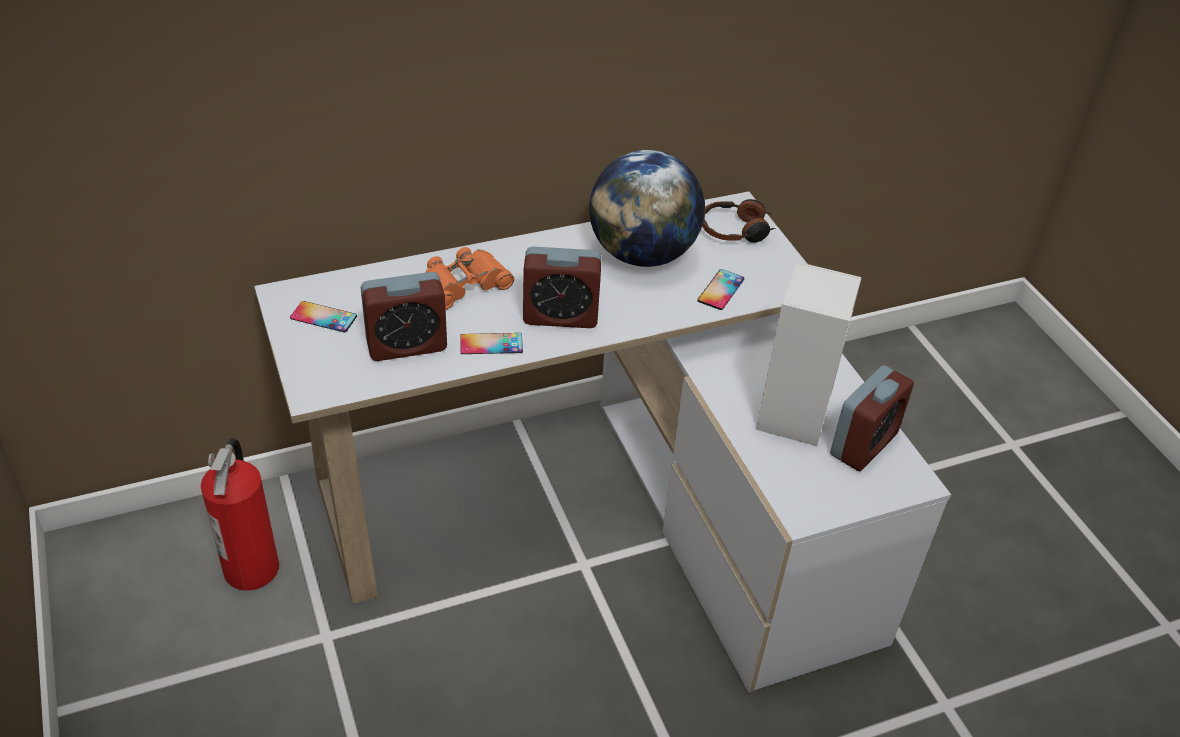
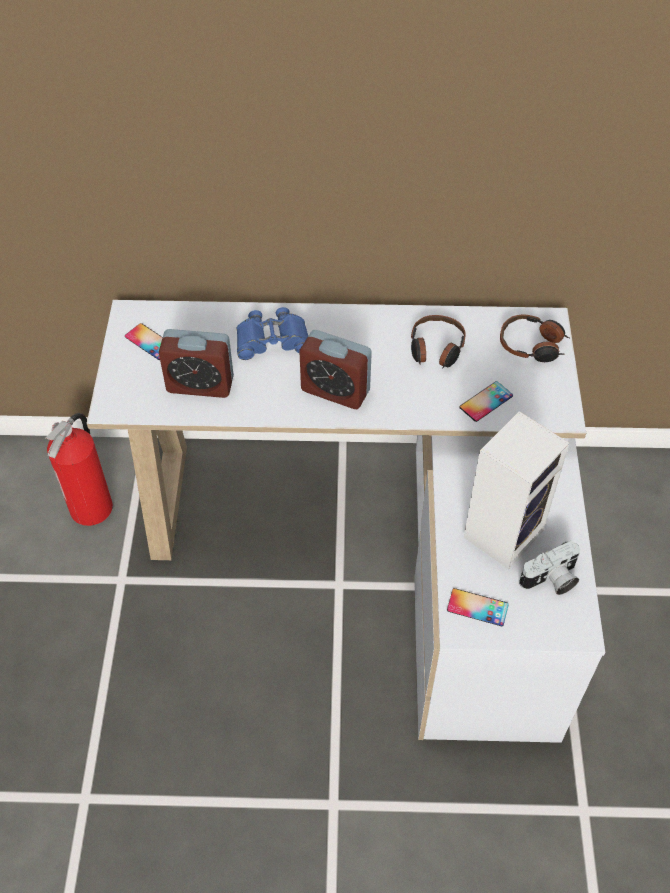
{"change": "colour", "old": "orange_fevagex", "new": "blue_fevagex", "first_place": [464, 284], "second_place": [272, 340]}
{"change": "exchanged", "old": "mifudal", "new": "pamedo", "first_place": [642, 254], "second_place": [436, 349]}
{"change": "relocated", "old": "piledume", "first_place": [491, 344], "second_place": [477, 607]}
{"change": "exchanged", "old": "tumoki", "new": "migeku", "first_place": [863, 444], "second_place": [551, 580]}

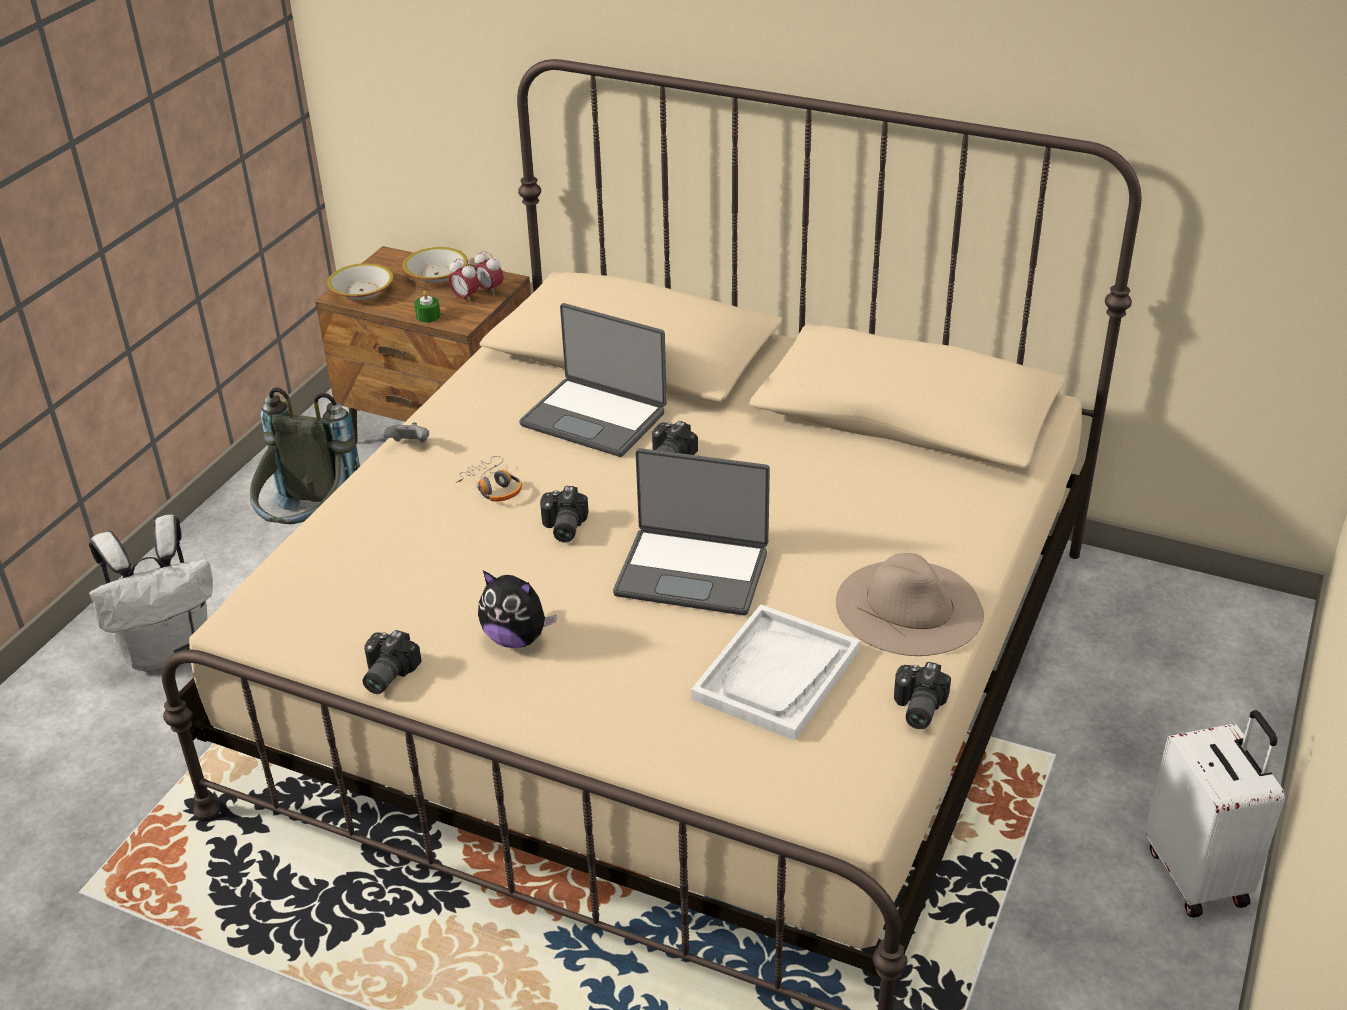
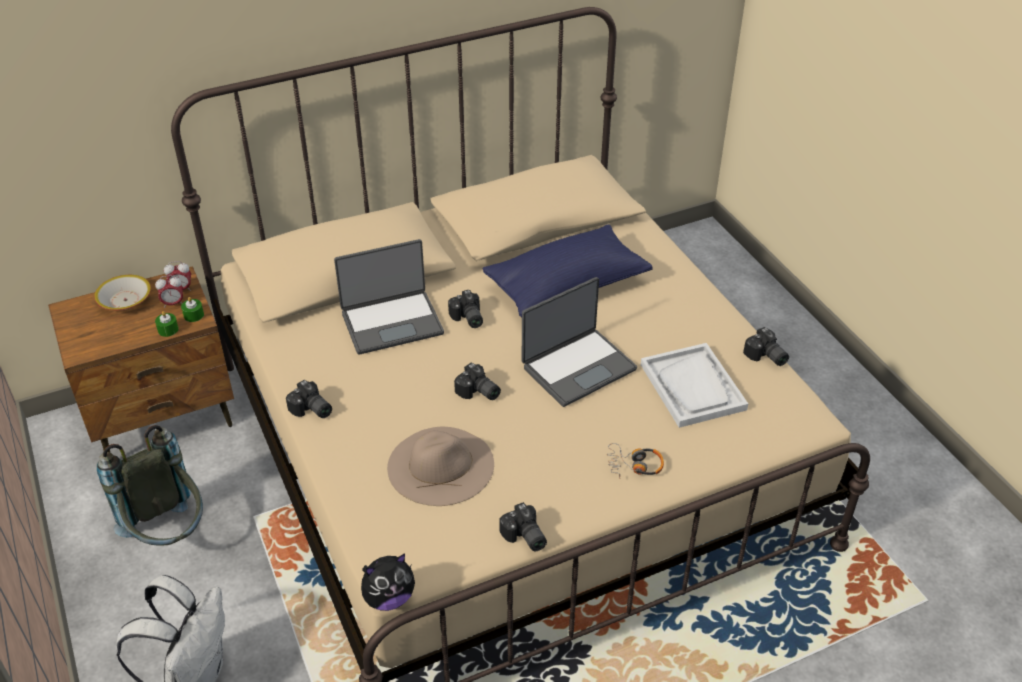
{"change": "appeared", "new": "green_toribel", "second_place": [193, 315]}
{"change": "exchanged", "old": "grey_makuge", "new": "migeku", "first_place": [409, 445], "second_place": [311, 410]}
{"change": "relocated", "old": "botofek", "first_place": [516, 638], "second_place": [388, 598]}
{"change": "relocated", "old": "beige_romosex", "first_place": [909, 607], "second_place": [440, 465]}
{"change": "appeared", "new": "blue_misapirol", "second_place": [566, 286]}
{"change": "relocated", "old": "pamedo", "first_place": [492, 487], "second_place": [634, 466]}
{"change": "missing", "old": "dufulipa", "first_place": [361, 291]}
{"change": "missing", "old": "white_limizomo", "first_place": [1199, 875]}

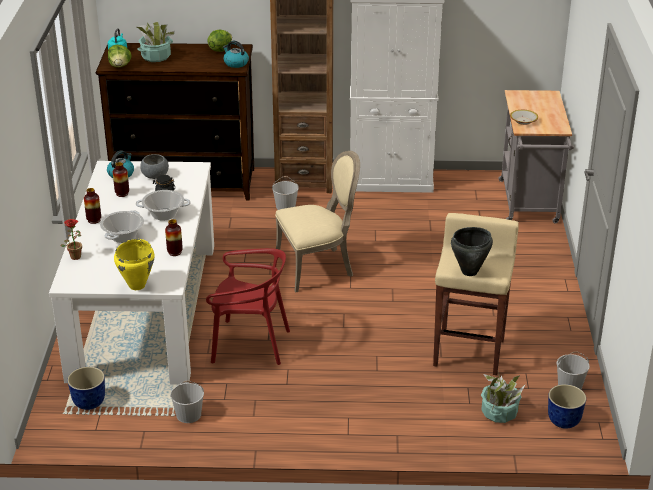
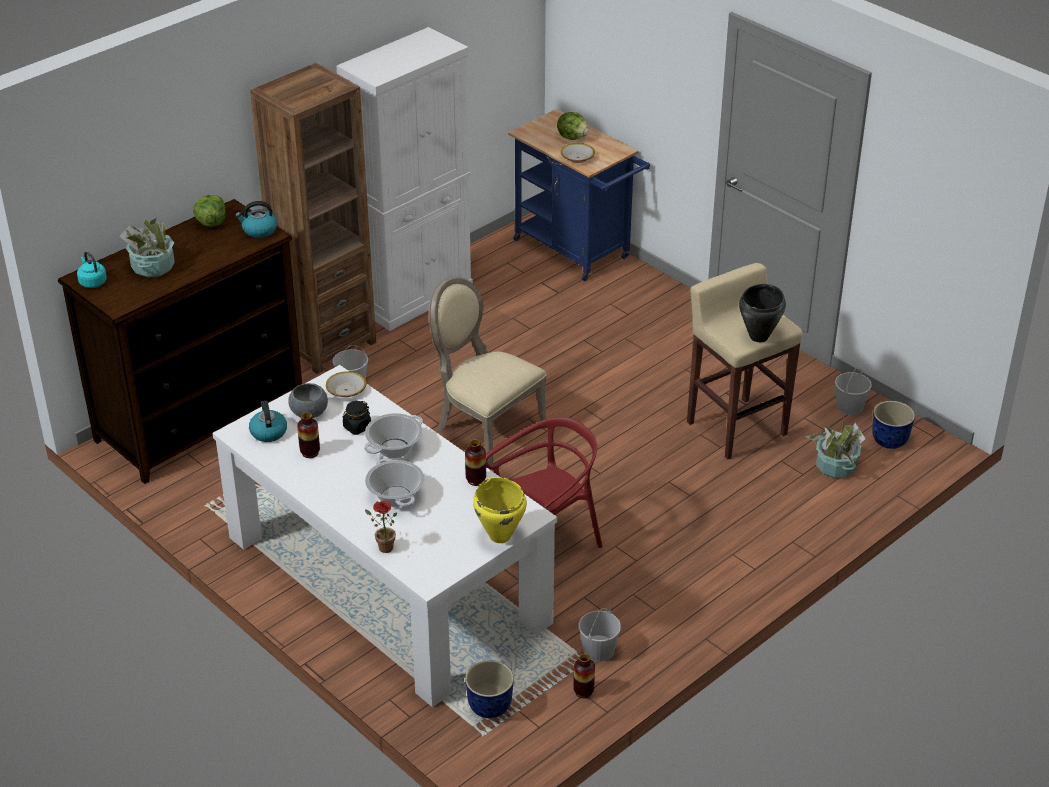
{"change": "appeared", "new": "dufulipa", "second_place": [346, 390]}
{"change": "spun", "old": "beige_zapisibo", "first_place": [318, 267], "second_place": [485, 429], "degrees": -75}
{"change": "colour", "old": "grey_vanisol", "new": "blue_vanisol", "first_place": [529, 205], "second_place": [577, 252]}
{"change": "relocated", "old": "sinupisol", "first_place": [120, 66], "second_place": [573, 137]}
{"change": "relocated", "old": "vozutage", "first_place": [94, 220], "second_place": [583, 691]}

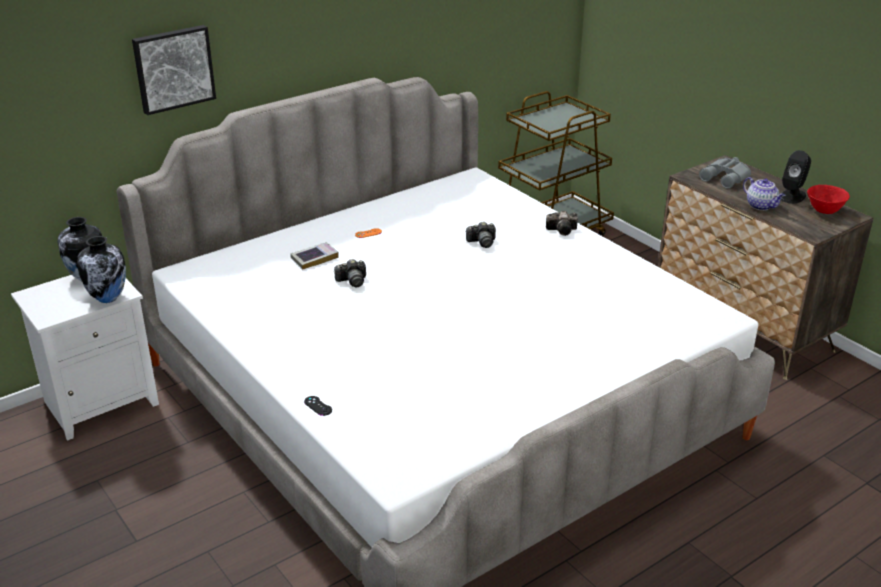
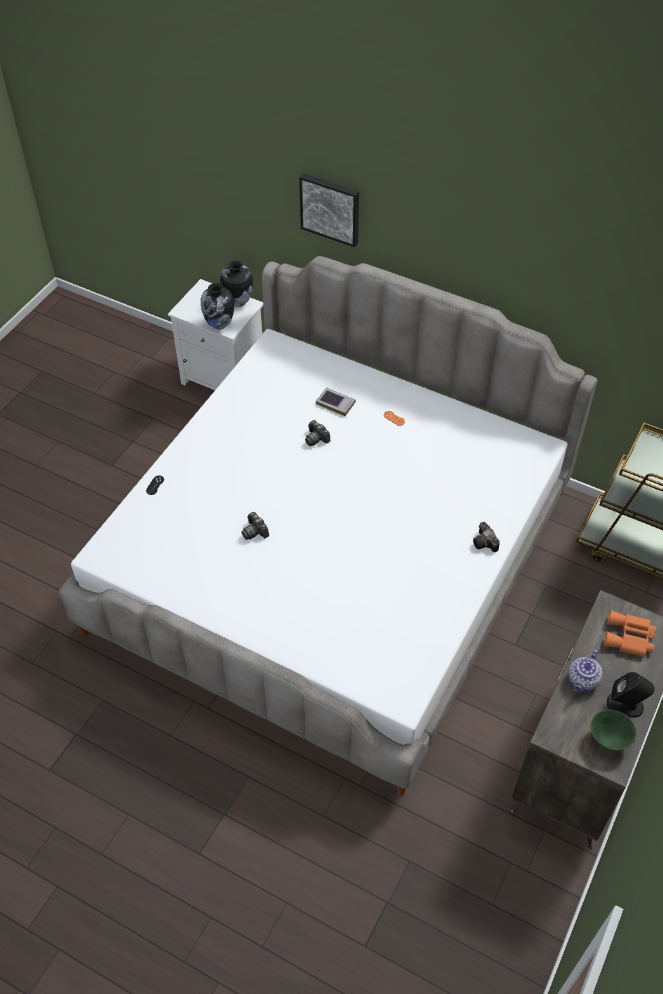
{"change": "relocated", "old": "migeku", "first_place": [482, 242], "second_place": [255, 531]}
{"change": "colour", "old": "red_dufulipa", "new": "green_dufulipa", "first_place": [824, 211], "second_place": [608, 739]}
{"change": "colour", "old": "grey_fevagex", "new": "orange_fevagex", "first_place": [726, 177], "second_place": [629, 638]}

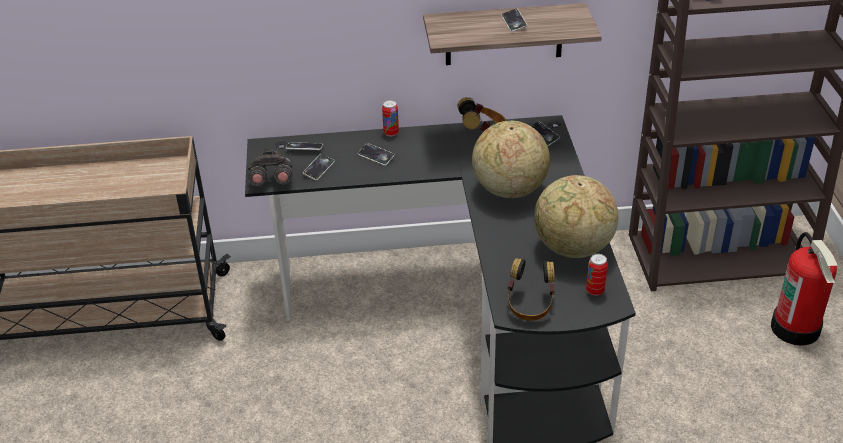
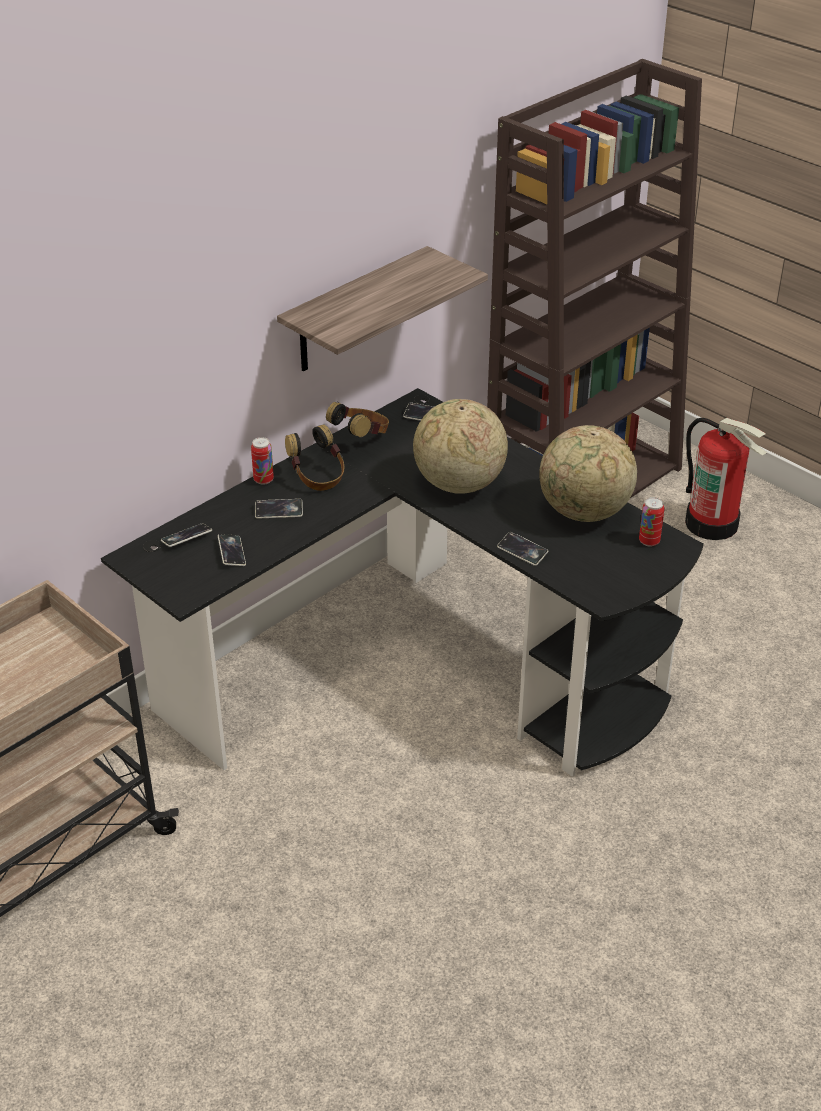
{"change": "relocated", "old": "pamedo", "first_place": [530, 305], "second_place": [317, 477]}
{"change": "relocated", "old": "piledume", "first_place": [514, 22], "second_place": [522, 551]}
{"change": "missing", "old": "grey_fevagex", "first_place": [271, 180]}

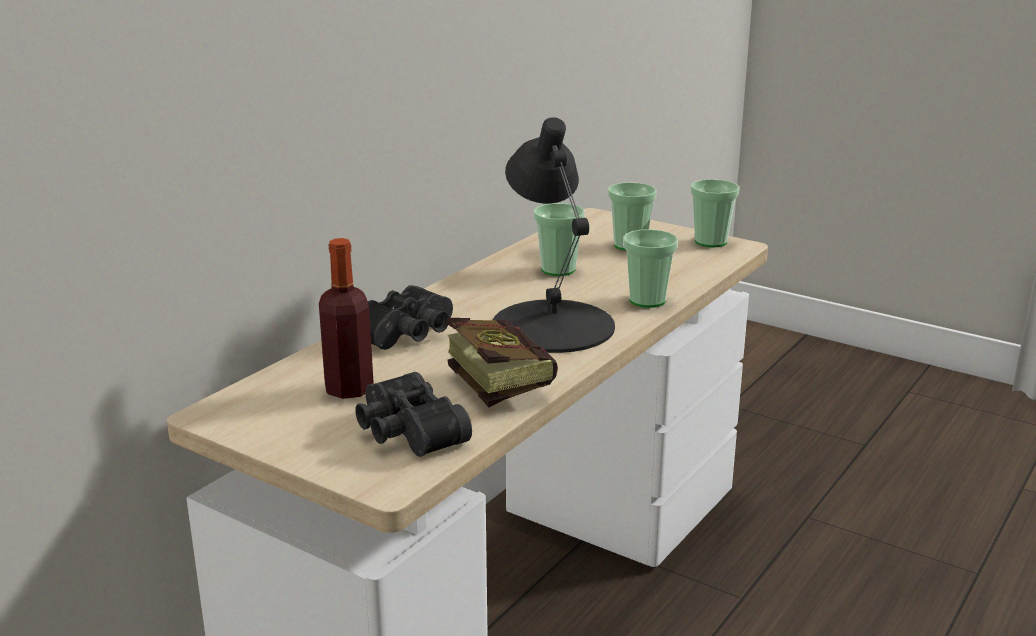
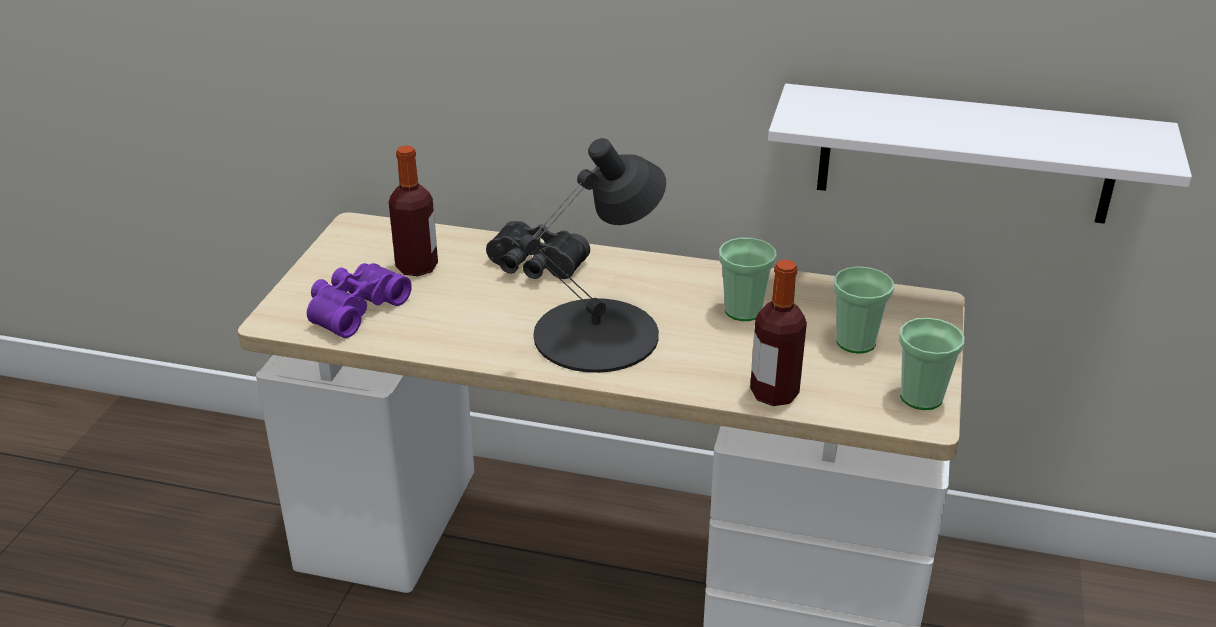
{"change": "colour", "old": "black_fevagex", "new": "purple_fevagex", "first_place": [406, 432], "second_place": [354, 309]}
{"change": "appeared", "new": "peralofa", "second_place": [774, 393]}
{"change": "appeared", "new": "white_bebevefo", "second_place": [966, 154]}
{"change": "missing", "old": "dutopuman", "first_place": [494, 382]}
{"change": "missing", "old": "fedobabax", "first_place": [647, 300]}

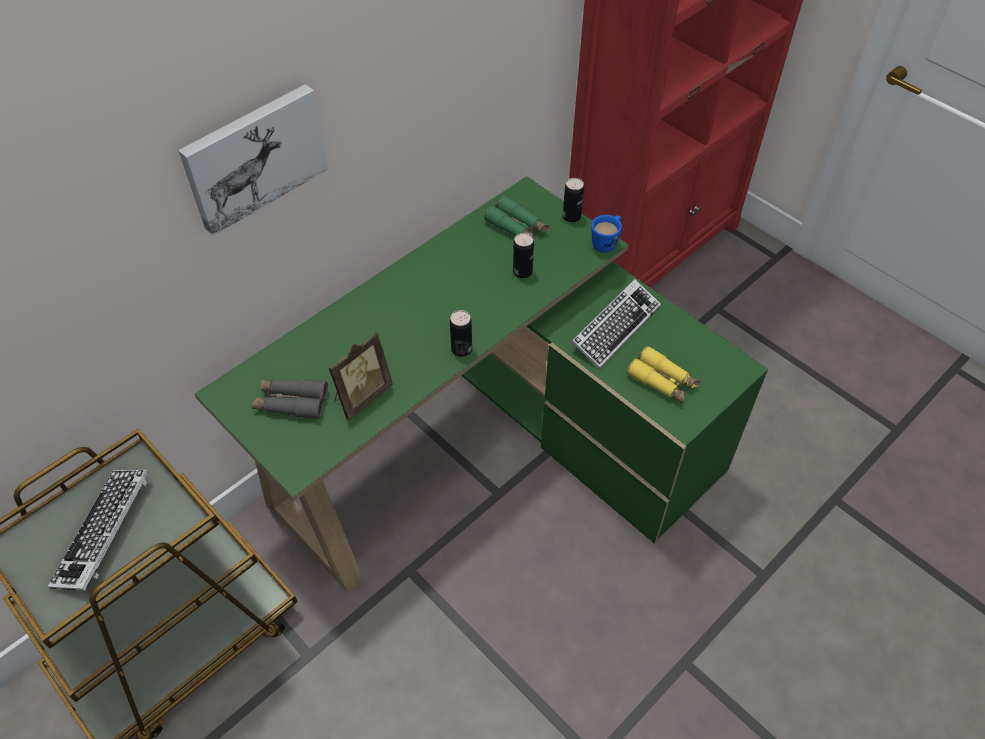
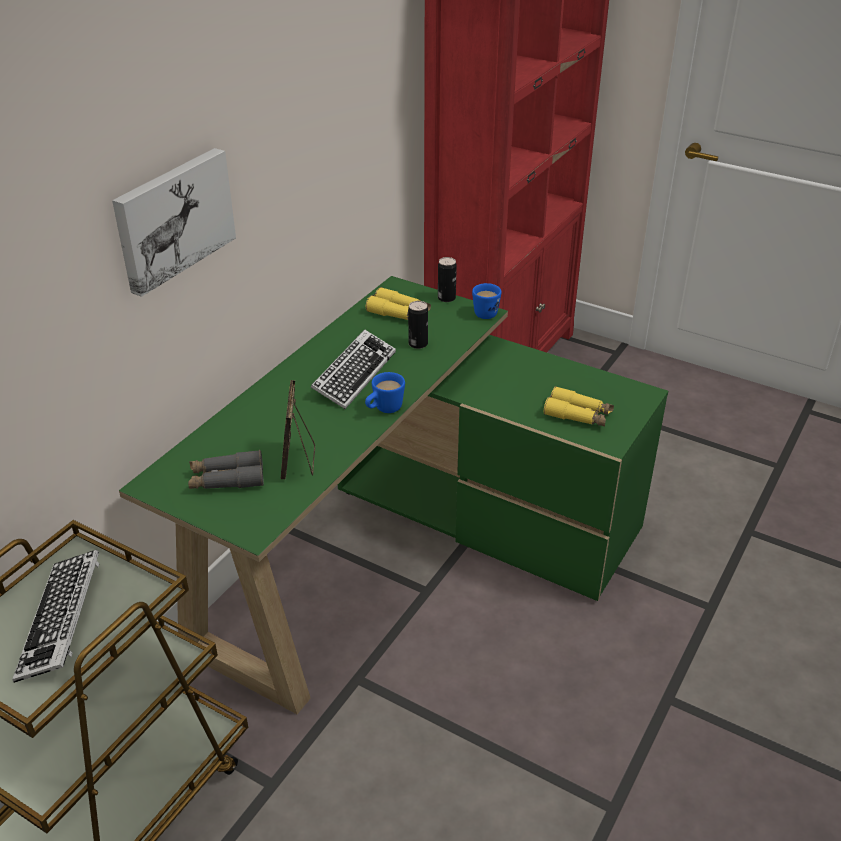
{"change": "spun", "old": "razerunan", "first_place": [361, 396], "second_place": [298, 462], "degrees": 150}
{"change": "relocated", "old": "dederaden", "first_place": [615, 327], "second_place": [354, 374]}
{"change": "exchanged", "old": "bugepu", "new": "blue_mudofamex", "first_place": [461, 349], "second_place": [384, 410]}
{"change": "colour", "old": "green_fevagex", "new": "yellow_fevagex", "first_place": [517, 227], "second_place": [399, 313]}

